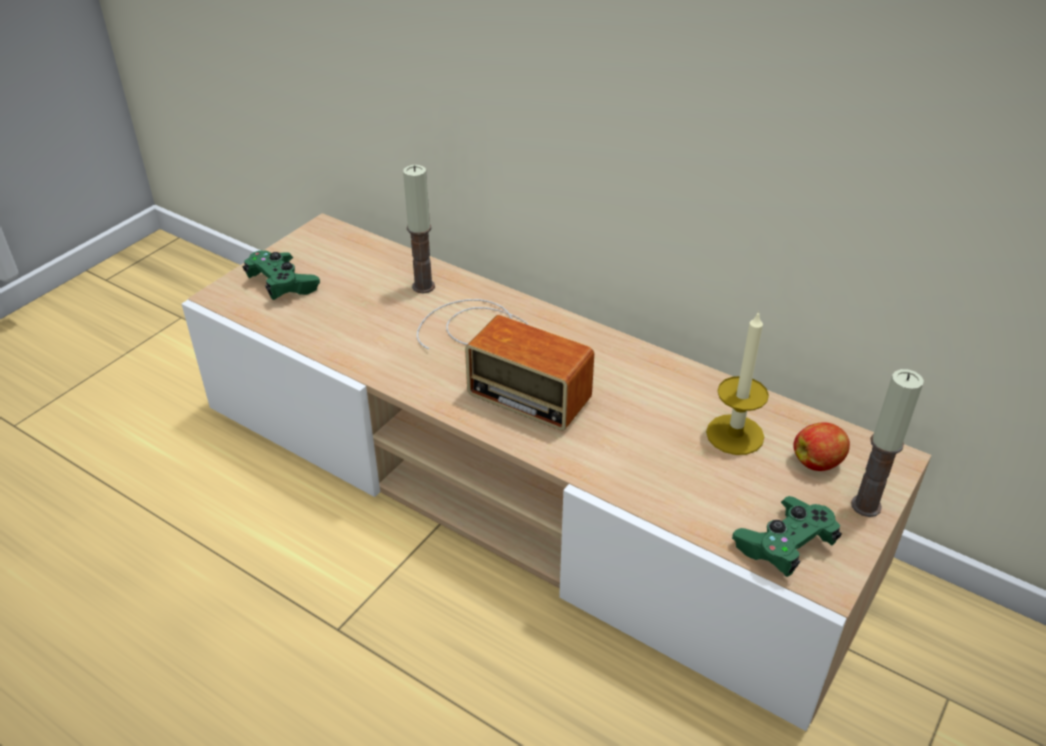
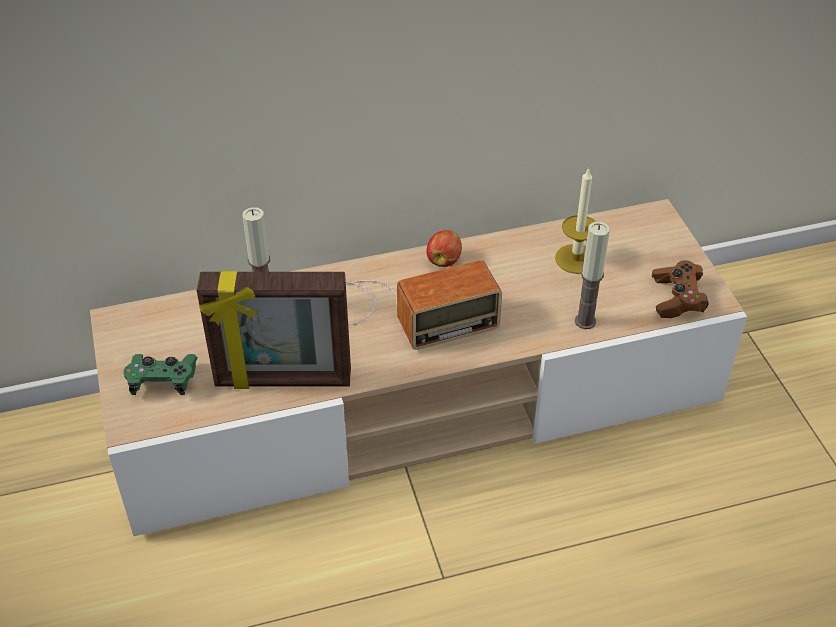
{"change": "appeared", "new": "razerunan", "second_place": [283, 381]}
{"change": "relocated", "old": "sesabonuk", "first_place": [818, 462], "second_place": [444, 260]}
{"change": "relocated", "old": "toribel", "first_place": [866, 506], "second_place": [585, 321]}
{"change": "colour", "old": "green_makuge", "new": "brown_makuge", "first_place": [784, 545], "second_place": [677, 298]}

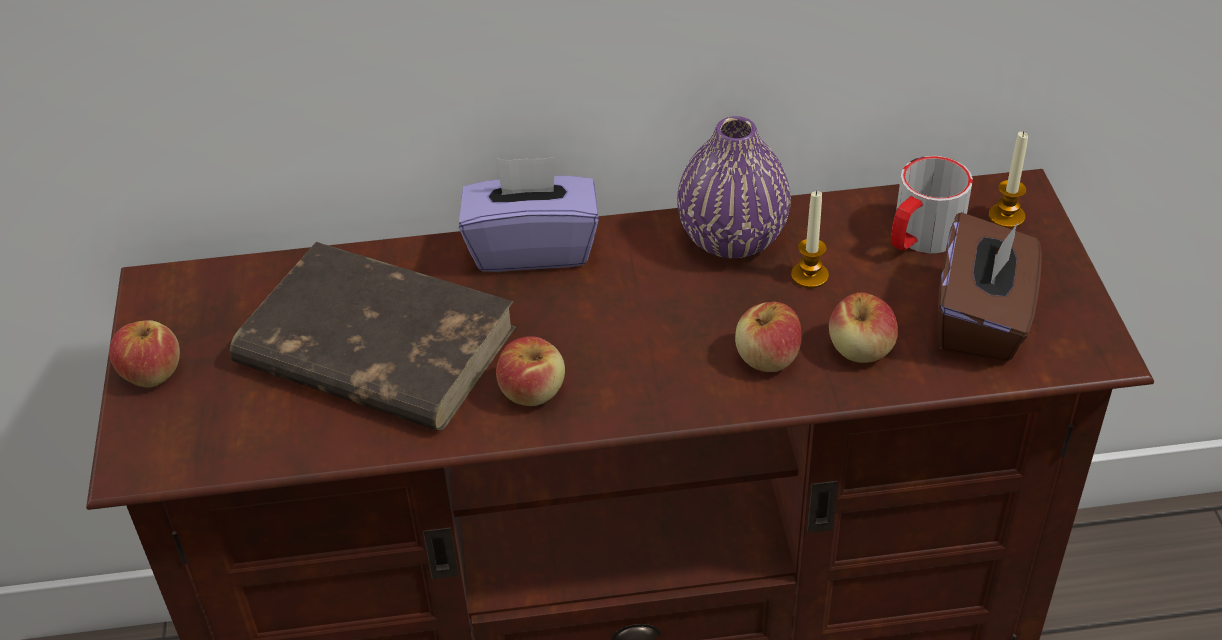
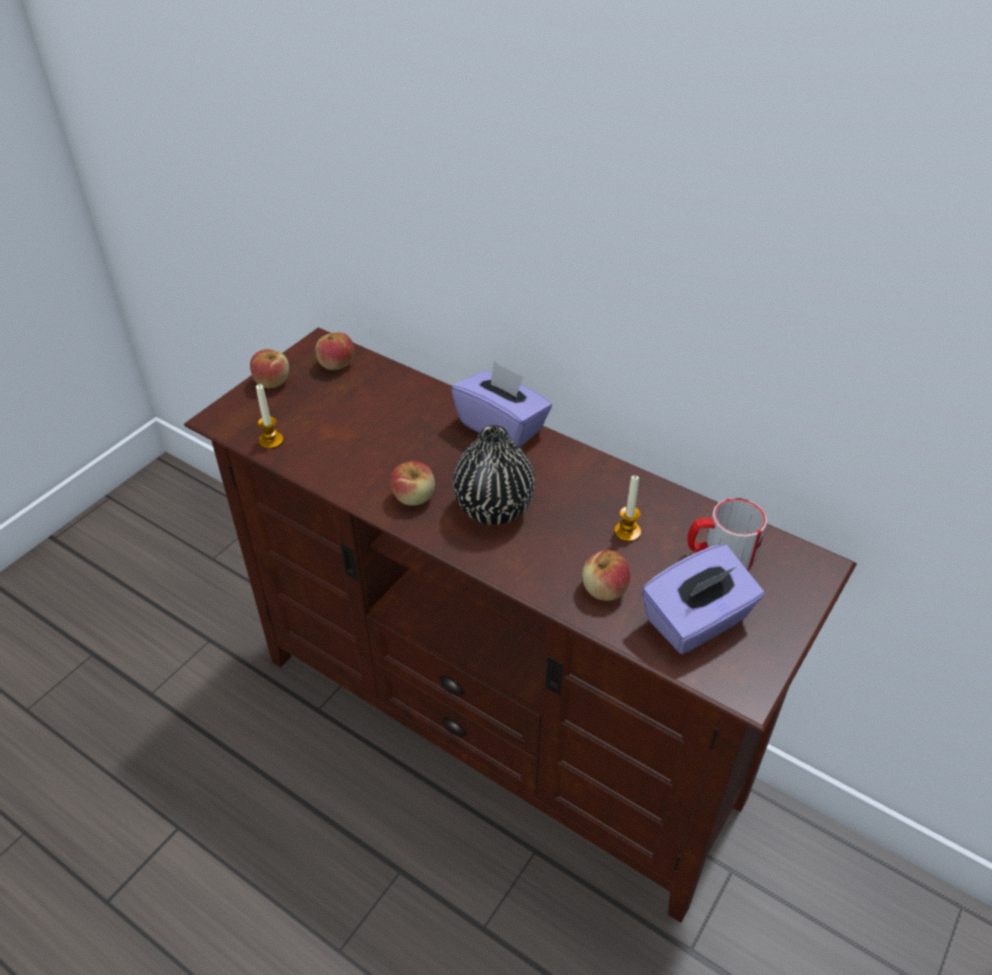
{"change": "relocated", "old": "toribel", "first_place": [1006, 216], "second_place": [271, 440]}
{"change": "relocated", "old": "sesabonuk", "first_place": [767, 358], "second_place": [336, 364]}
{"change": "appeared", "new": "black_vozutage", "second_place": [493, 508]}
{"change": "colour", "old": "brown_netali", "new": "purple_netali", "first_place": [982, 319], "second_place": [697, 621]}
{"change": "missing", "old": "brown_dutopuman", "first_place": [374, 347]}
{"change": "missing", "old": "purple_vozutage", "first_place": [732, 238]}

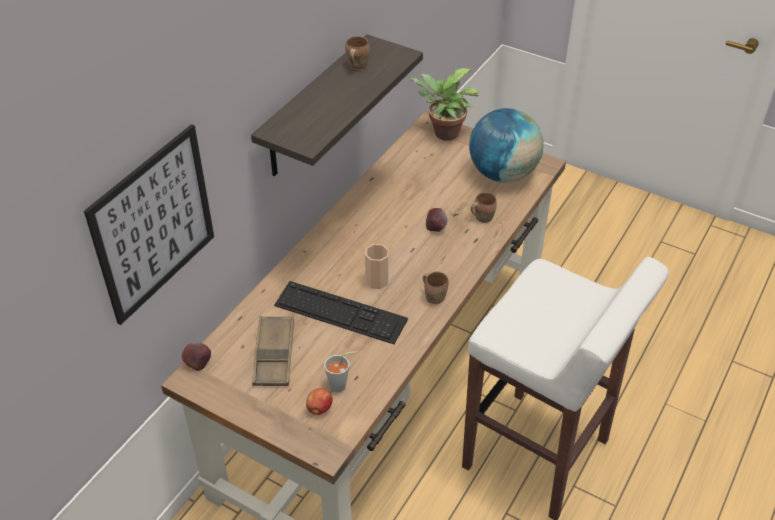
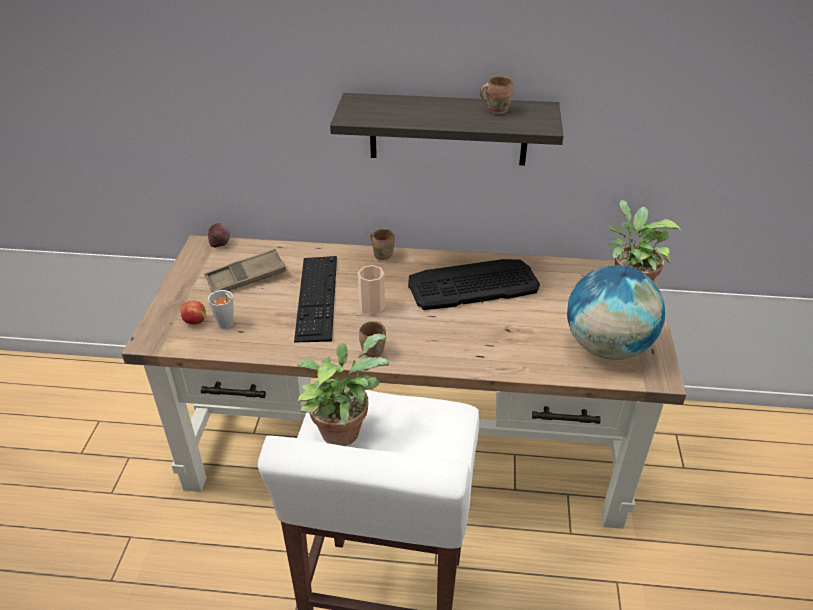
{"change": "appeared", "new": "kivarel", "second_place": [343, 428]}
{"change": "relocated", "old": "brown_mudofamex", "first_place": [482, 217], "second_place": [383, 254]}
{"change": "appeared", "new": "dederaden", "second_place": [472, 284]}
{"change": "missing", "old": "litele", "first_place": [154, 224]}
{"change": "missing", "old": "sesabonuk", "first_place": [436, 227]}

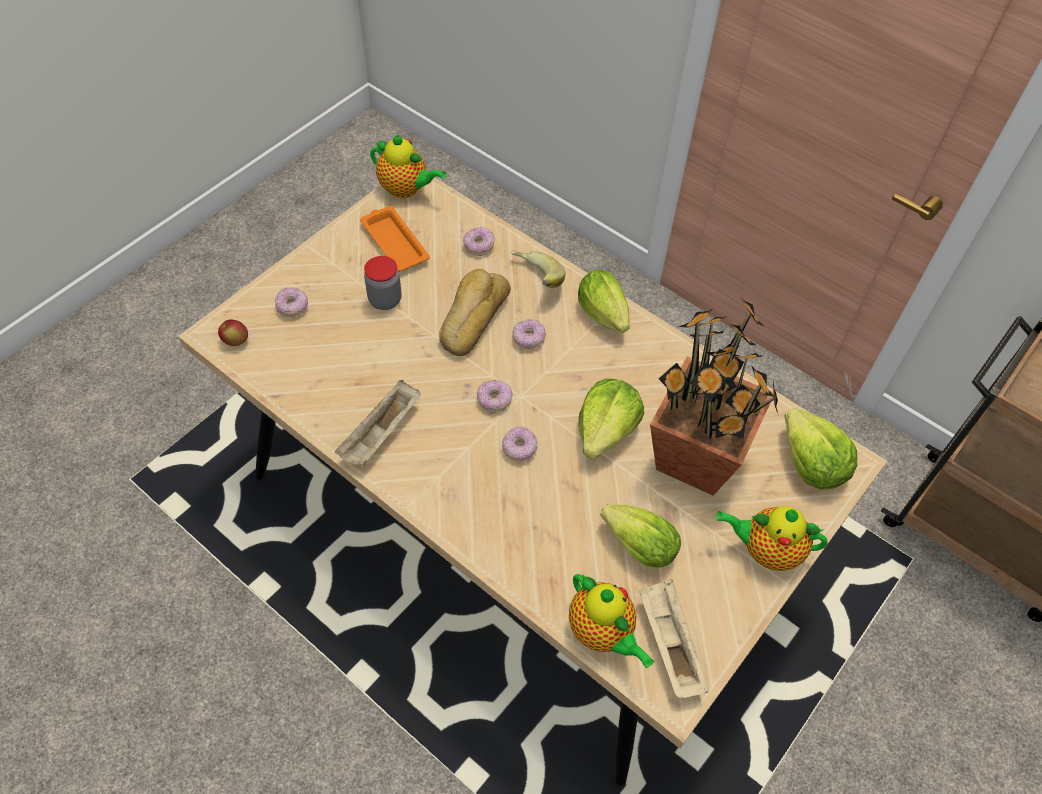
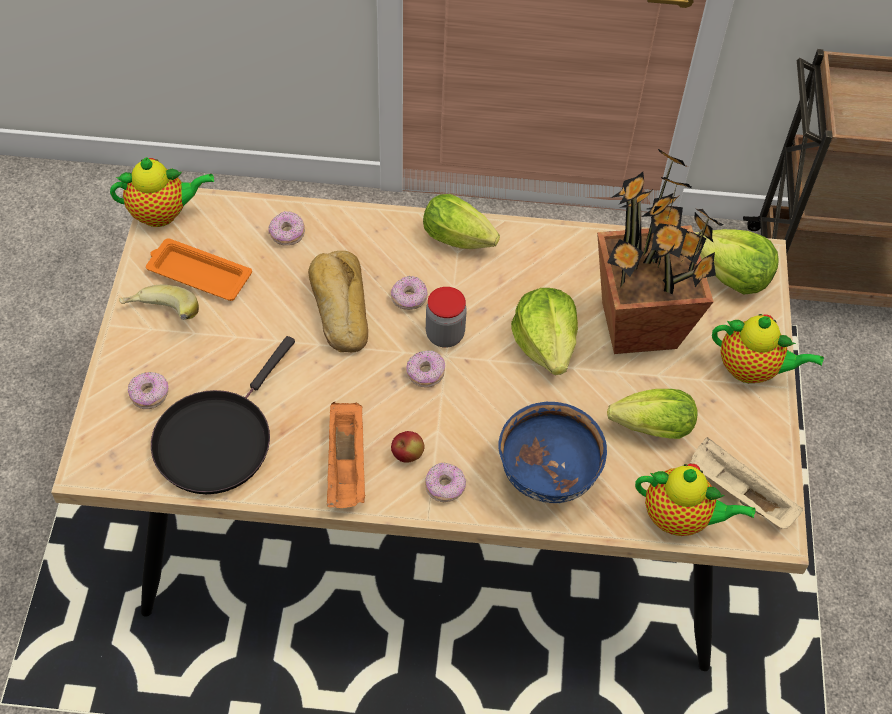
{"change": "relocated", "old": "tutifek", "first_place": [534, 280], "second_place": [162, 318]}
{"change": "appeared", "new": "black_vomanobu", "second_place": [217, 439]}
{"change": "colour", "old": "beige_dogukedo", "new": "orange_dogukedo", "first_place": [381, 434], "second_place": [347, 466]}
{"change": "relocated", "old": "sesabonuk", "first_place": [236, 341], "second_place": [407, 455]}
{"change": "relocated", "old": "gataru", "first_place": [519, 448], "second_place": [445, 487]}
{"change": "relocated", "old": "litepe", "first_place": [385, 300], "second_place": [445, 335]}
{"change": "appeared", "new": "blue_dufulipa", "second_place": [546, 478]}
{"change": "spun", "old": "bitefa", "first_place": [766, 550], "second_place": [752, 370], "degrees": -135}

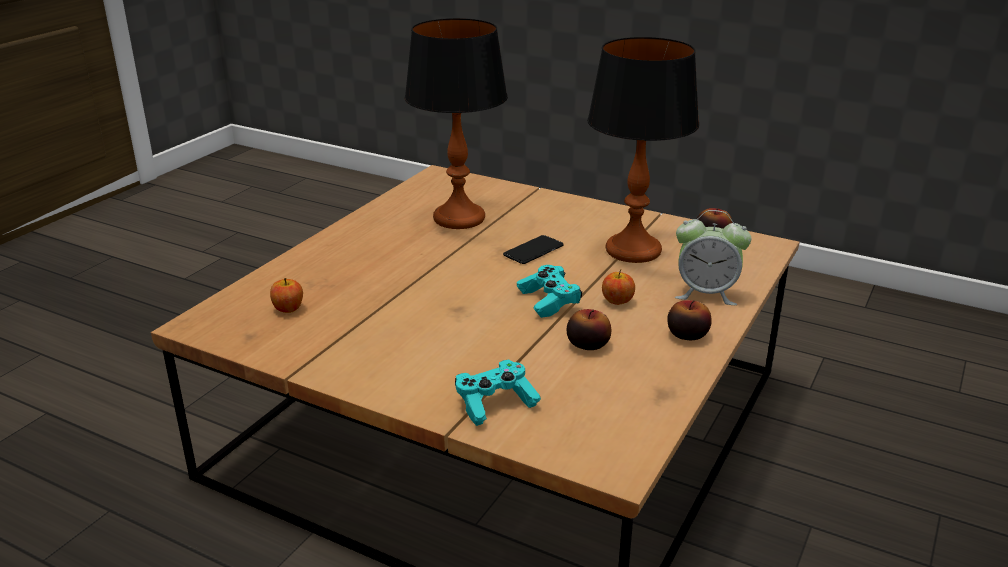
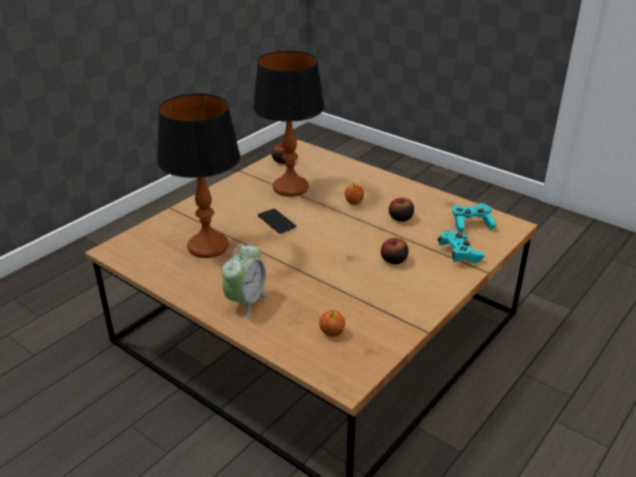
{"change": "relocated", "old": "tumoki", "first_place": [706, 293], "second_place": [246, 302]}
{"change": "relocated", "old": "sesabonuk", "first_place": [687, 334], "second_place": [393, 260]}
{"change": "relocated", "old": "turquoise_makuge", "first_place": [548, 301], "second_place": [471, 224]}

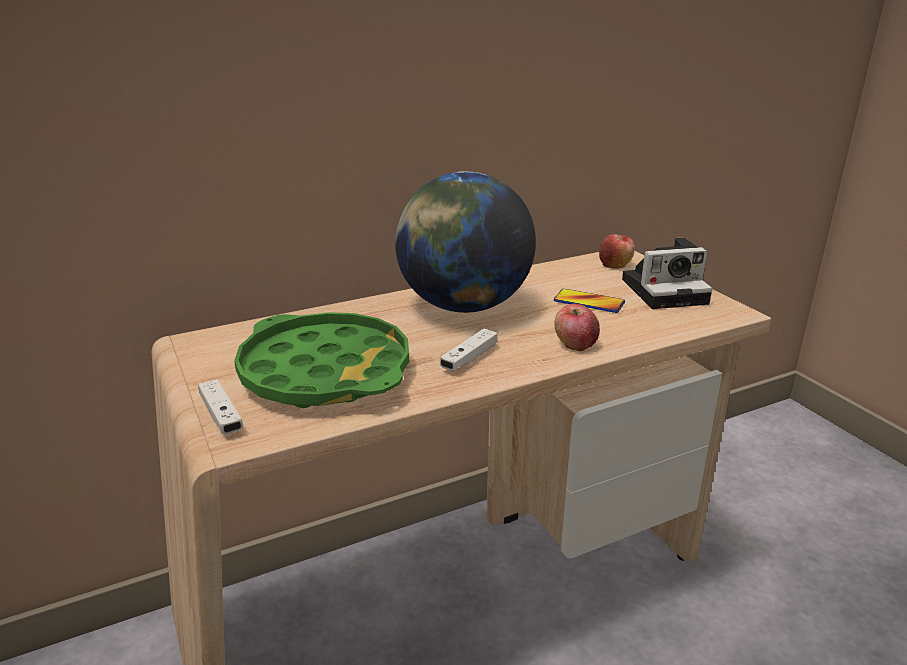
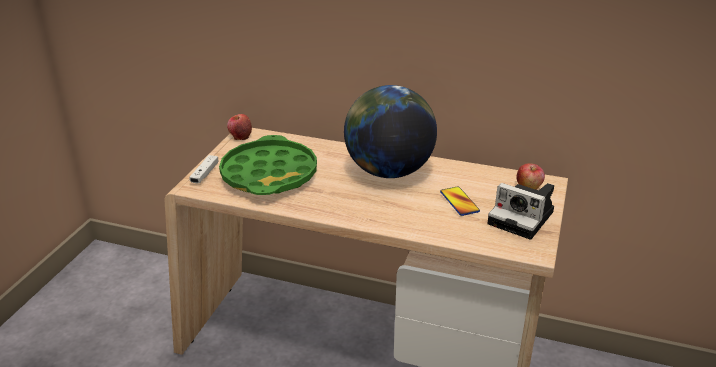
{"change": "relocated", "old": "sesabonuk", "first_place": [575, 344], "second_place": [240, 136]}
{"change": "missing", "old": "white_makuge", "first_place": [469, 358]}

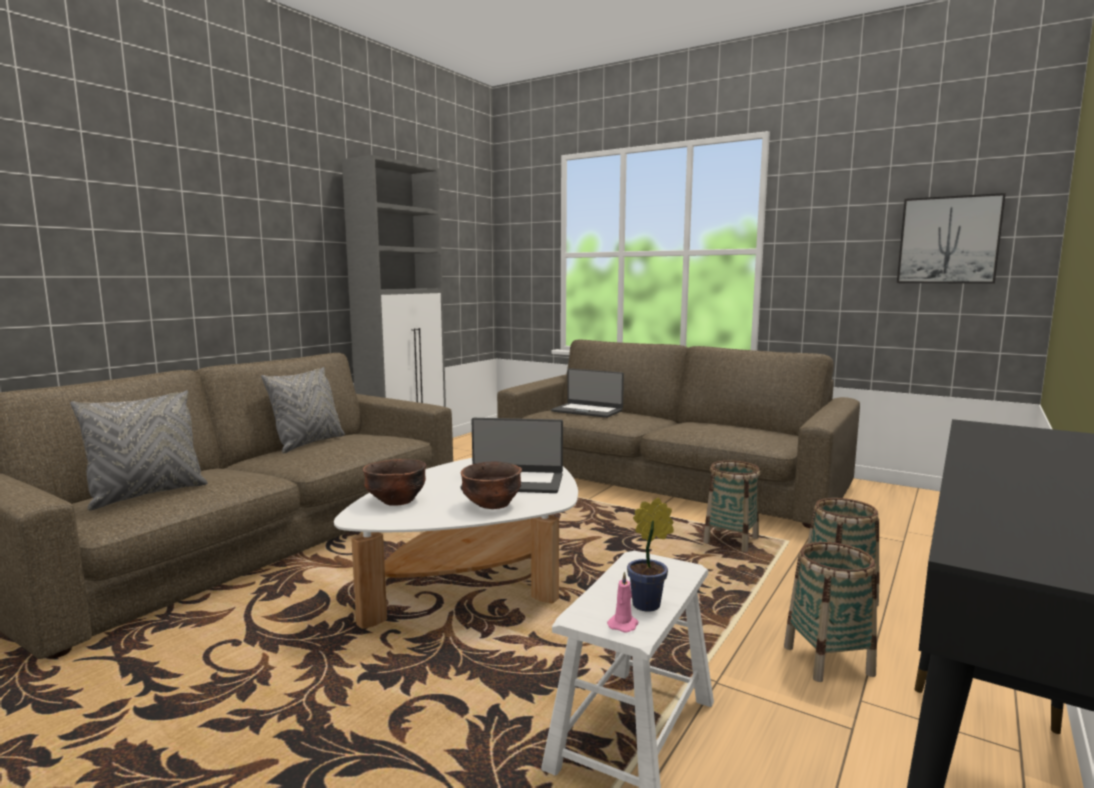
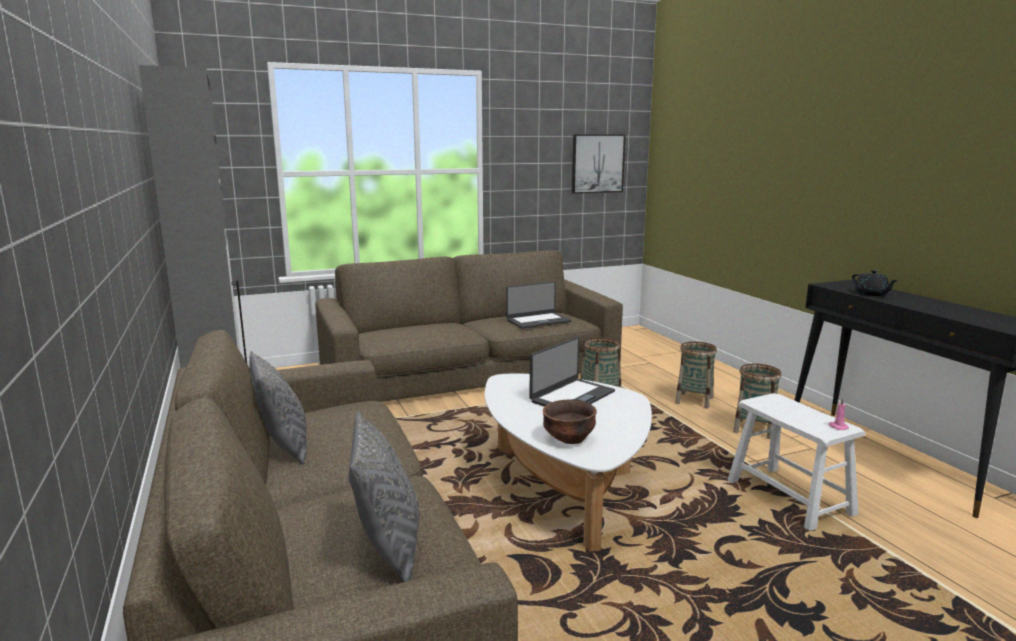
{"change": "relocated", "old": "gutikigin", "first_place": [587, 411], "second_place": [538, 321]}
{"change": "appeared", "new": "black_bitefa", "second_place": [871, 294]}
{"change": "missing", "old": "brown_dufulipa", "first_place": [492, 505]}
{"change": "missing", "old": "kivarel", "first_place": [650, 605]}

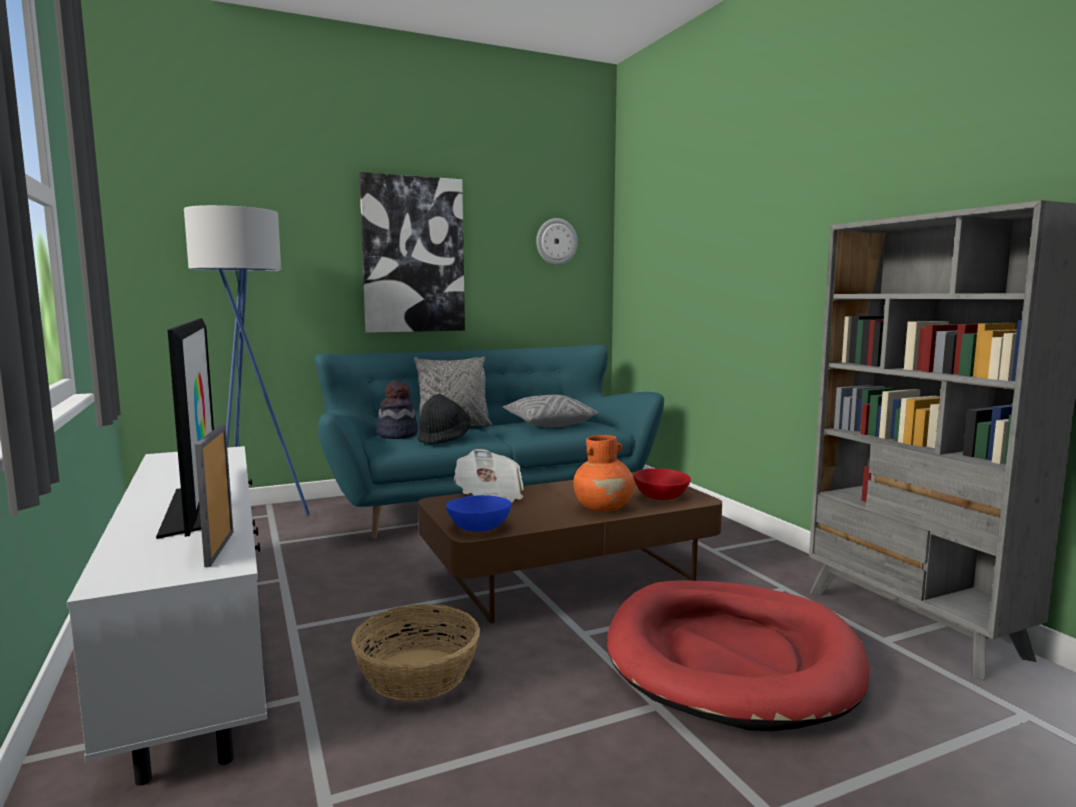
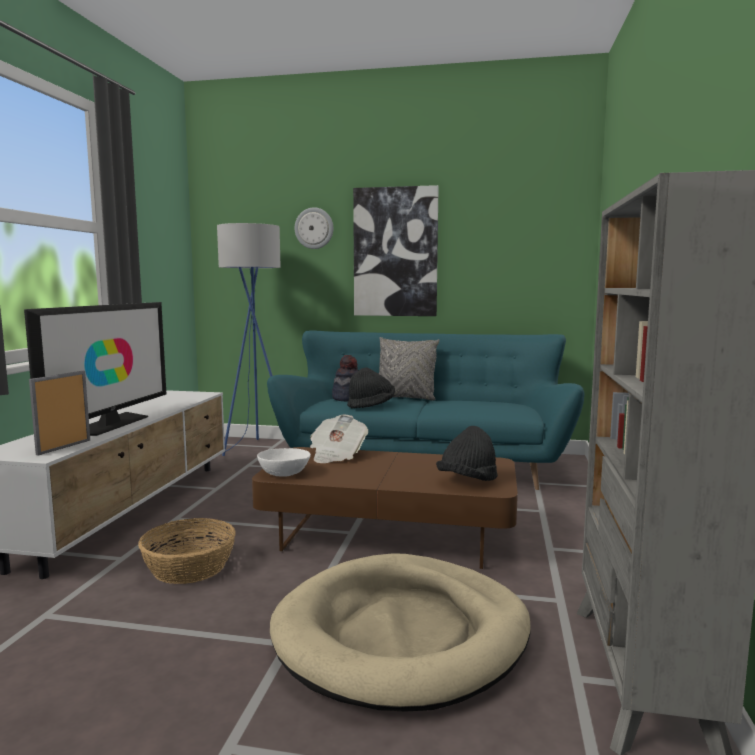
{"change": "colour", "old": "blue_dufulipa", "new": "white_dufulipa", "first_place": [478, 527], "second_place": [284, 473]}
{"change": "colour", "old": "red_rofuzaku", "new": "beige_rofuzaku", "first_place": [731, 657], "second_place": [402, 635]}
{"change": "relocated", "old": "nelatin", "first_place": [556, 241], "second_place": [314, 228]}
{"change": "exchanged", "old": "red_dufulipa", "new": "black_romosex", "first_place": [661, 497], "second_place": [467, 481]}
{"change": "missing", "old": "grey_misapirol", "first_place": [548, 424]}
{"change": "missing", "old": "orange_vozutage", "first_place": [604, 508]}

